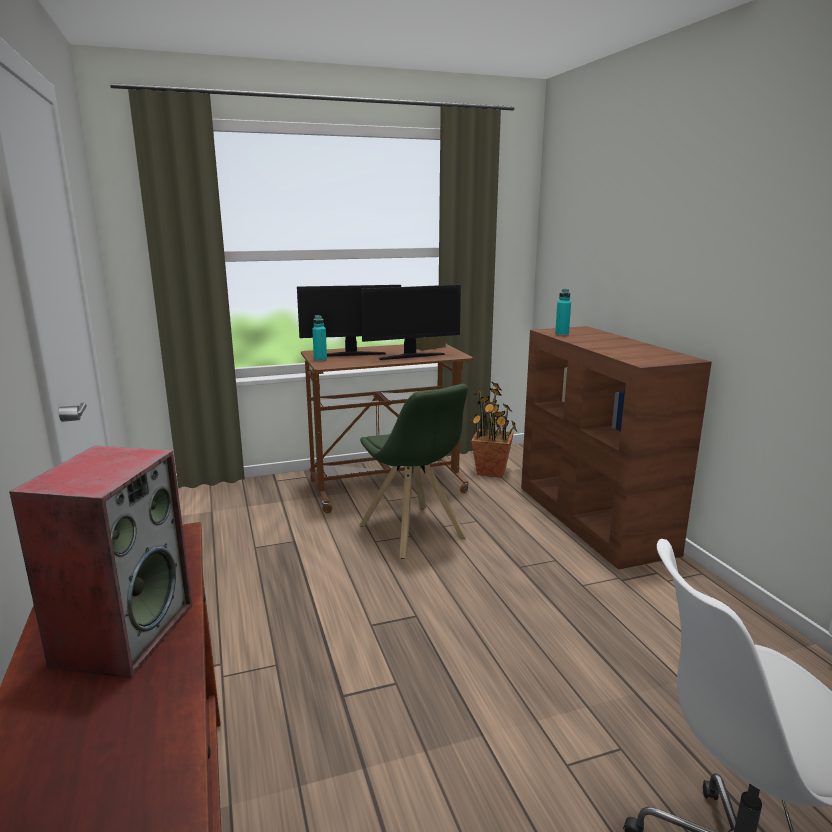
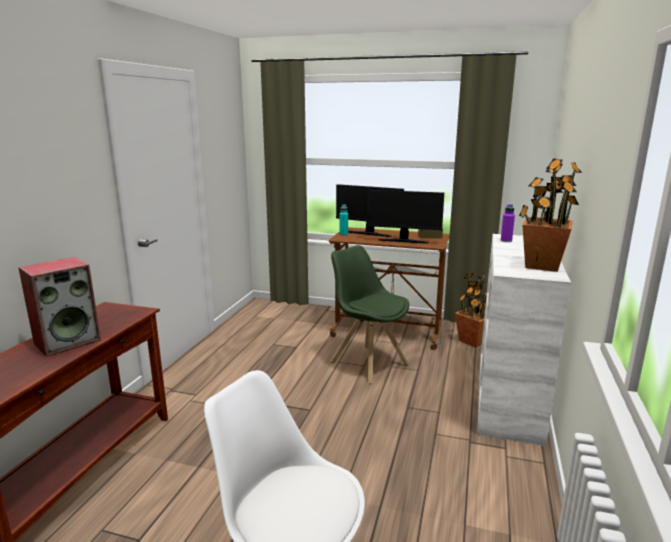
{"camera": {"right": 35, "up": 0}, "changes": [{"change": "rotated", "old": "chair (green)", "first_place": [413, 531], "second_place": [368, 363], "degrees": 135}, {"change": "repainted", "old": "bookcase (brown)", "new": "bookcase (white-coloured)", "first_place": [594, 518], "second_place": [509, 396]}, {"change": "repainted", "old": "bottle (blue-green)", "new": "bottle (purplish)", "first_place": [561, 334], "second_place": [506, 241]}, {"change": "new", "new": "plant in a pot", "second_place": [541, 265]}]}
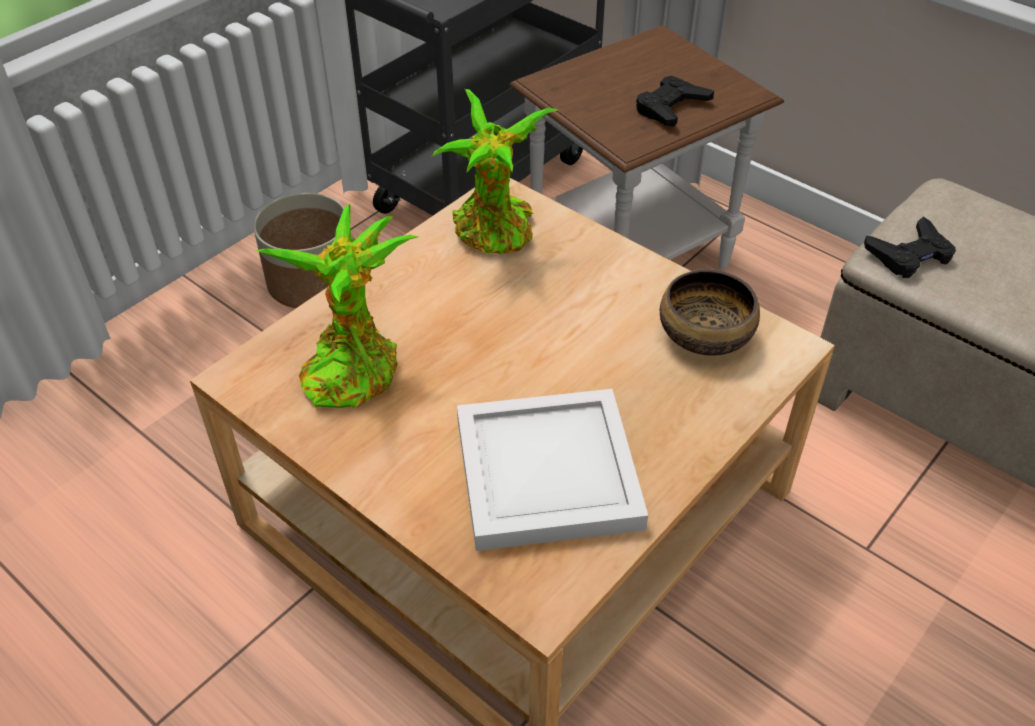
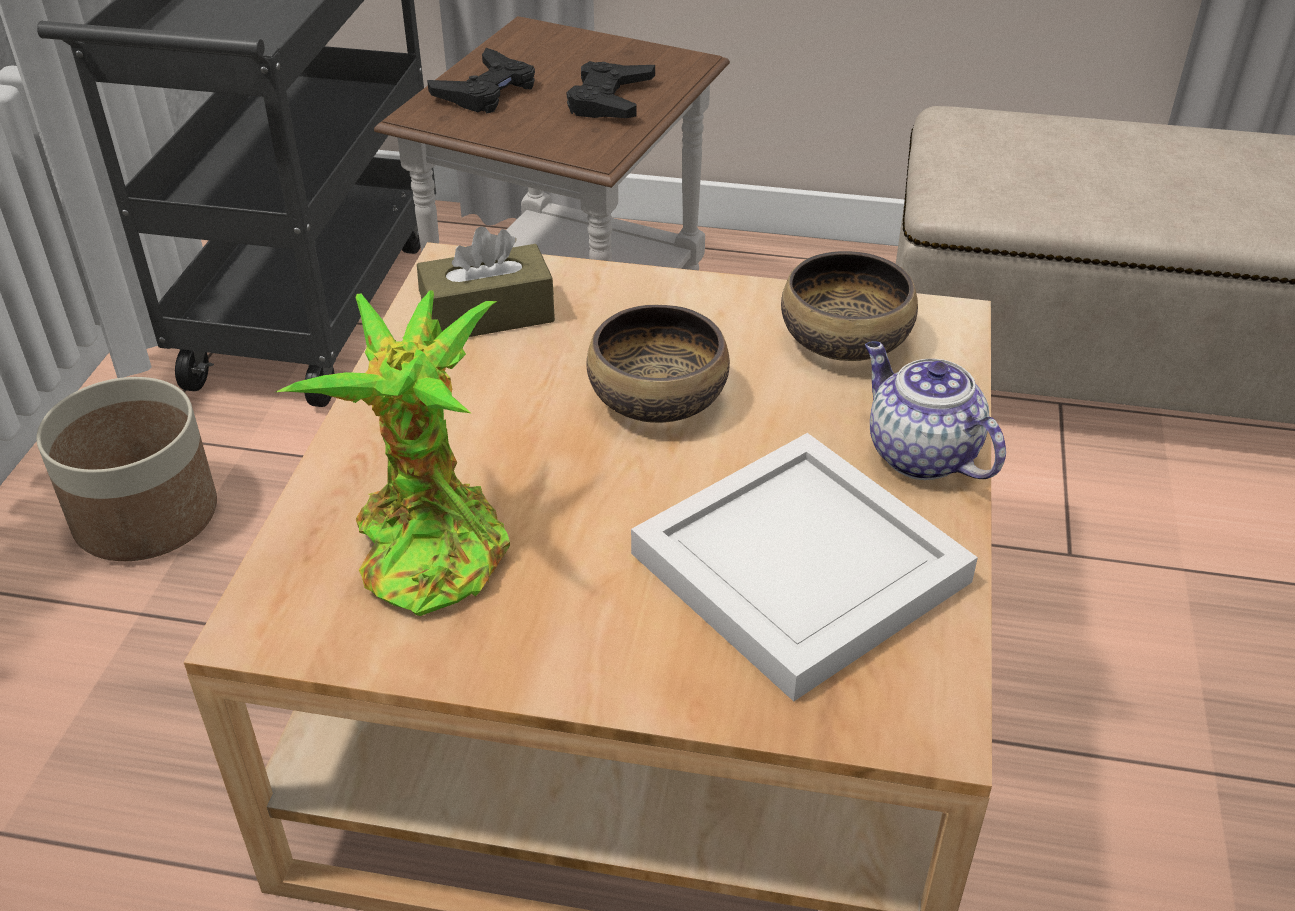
{"camera": {"right": -30, "up": -5}, "changes": [{"change": "swapped", "old": "plant in a pot", "new": "tissue box (brown)", "first_place": [495, 234], "second_place": [488, 315]}, {"change": "shifted", "old": "joypad (blackish)", "first_place": [909, 255], "second_place": [486, 91]}, {"change": "new", "new": "serving bowl", "second_place": [656, 398]}, {"change": "new", "new": "tea pot", "second_place": [919, 454]}]}
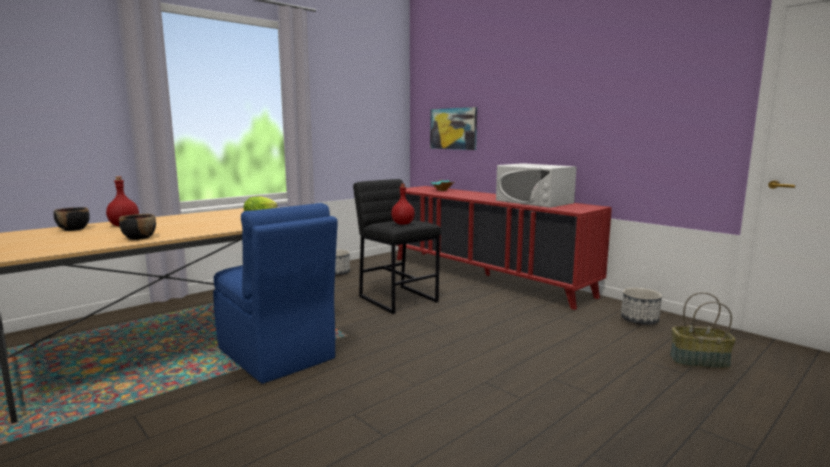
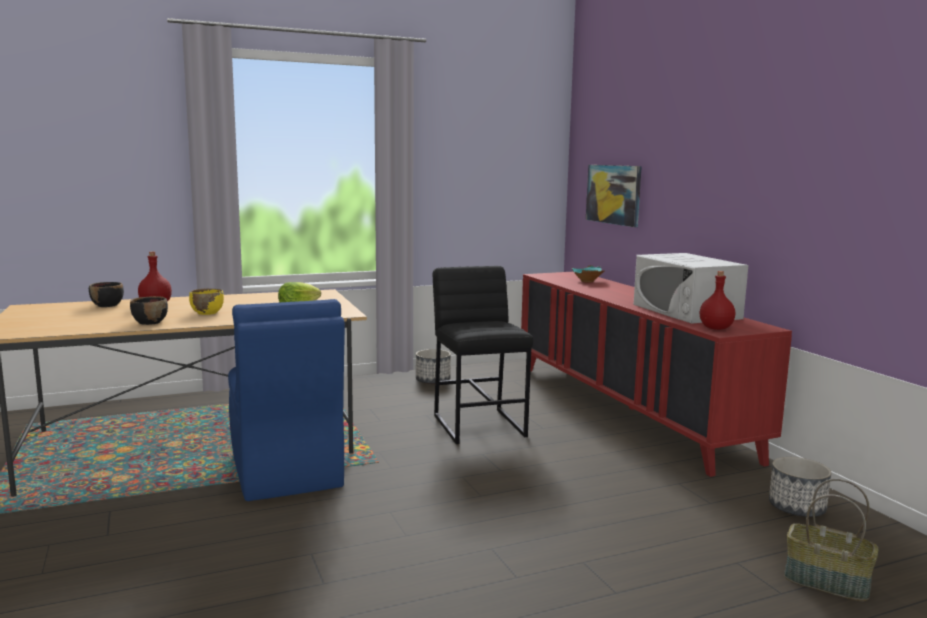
{"camera": {"right": 20, "up": 0}, "changes": [{"change": "shifted", "old": "bottle (reddish)", "first_place": [402, 224], "second_place": [715, 328]}, {"change": "new", "new": "serving bowl (yellowish)", "second_place": [207, 313]}]}
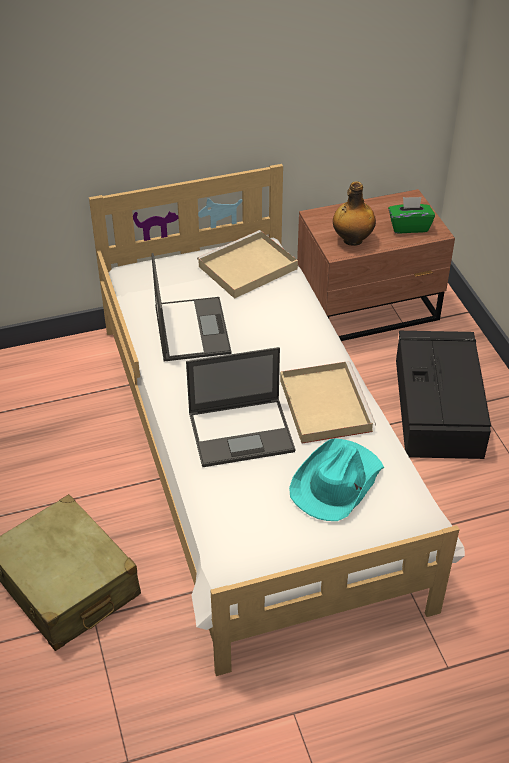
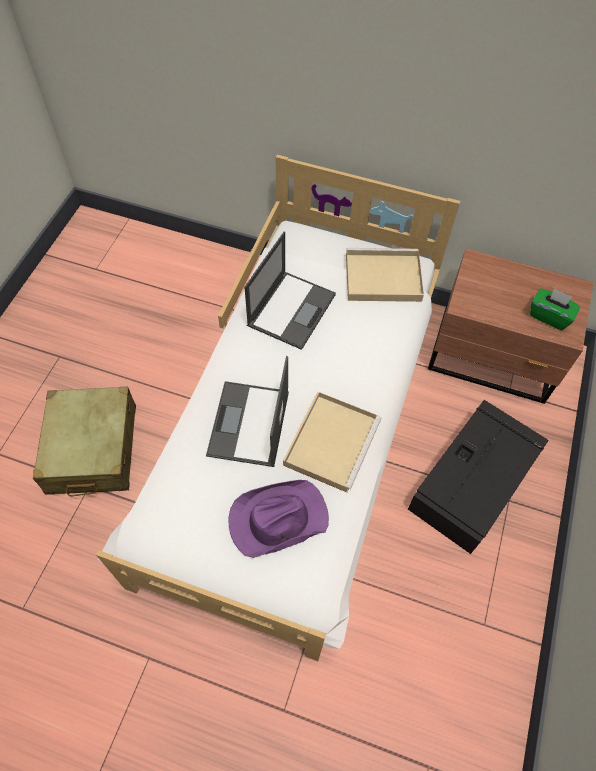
{"camera": {"right": 35, "up": 15}, "changes": [{"change": "rotated", "old": "laptop", "first_place": [242, 432], "second_place": [249, 425], "degrees": 75}, {"change": "repainted", "old": "hat (blue-green)", "new": "hat (purplish)", "first_place": [336, 483], "second_place": [277, 519]}, {"change": "gone", "old": "bottle", "first_place": [352, 240]}]}
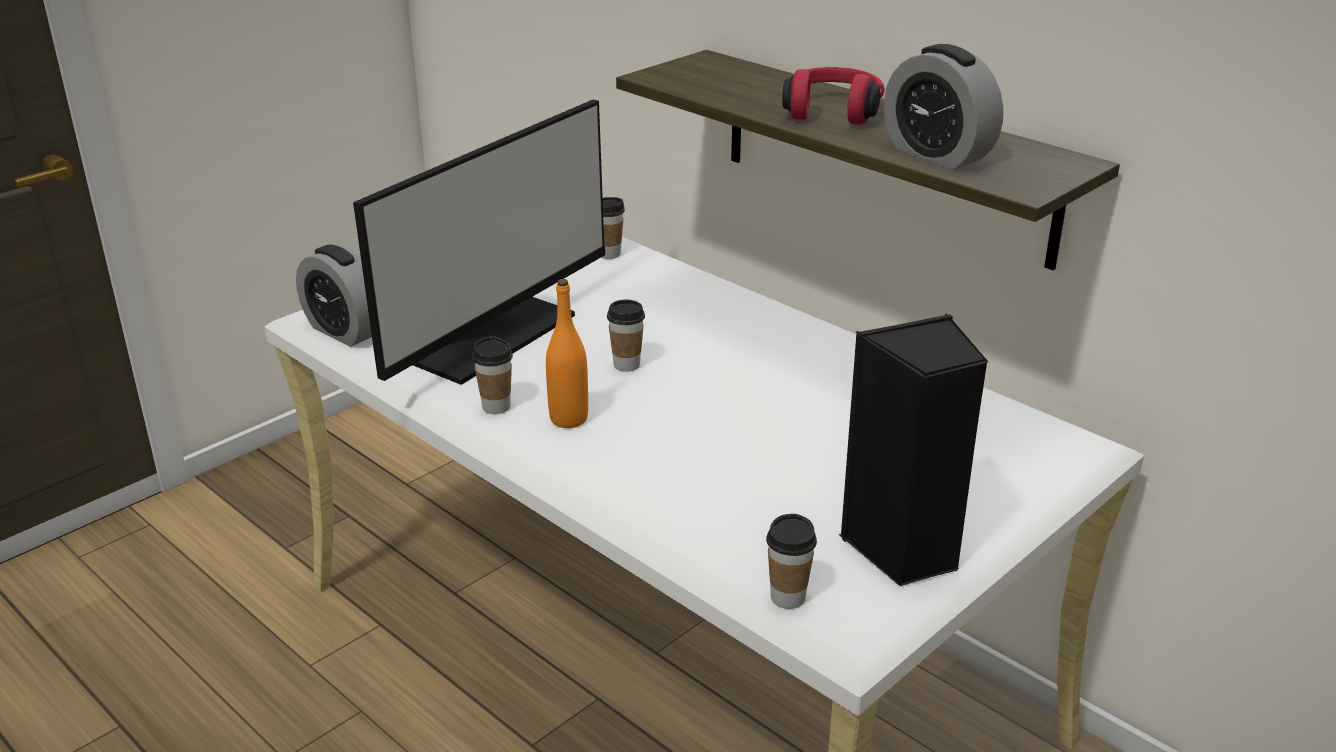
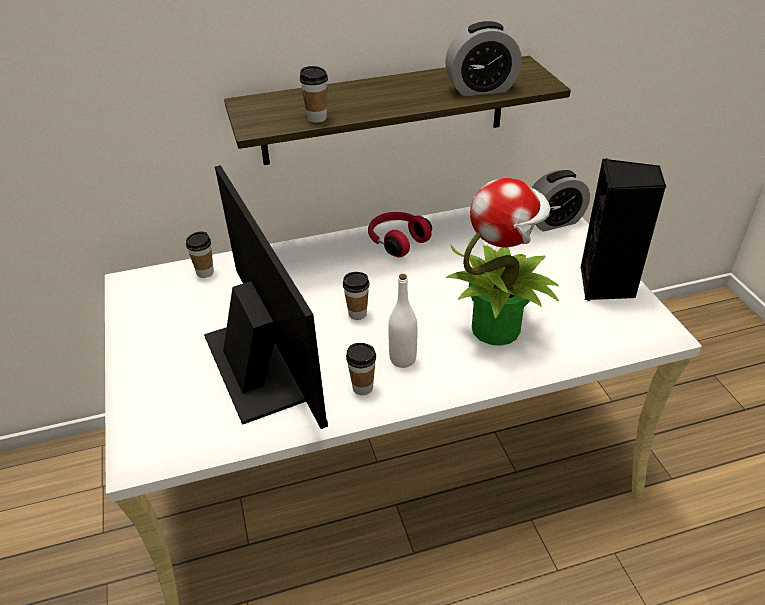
{"camera": {"right": -60, "up": 10}, "changes": [{"change": "shifted", "old": "bedside clock", "first_place": [345, 331], "second_place": [554, 222]}, {"change": "repainted", "old": "bottle (orangey)", "new": "bottle (white-coloured)", "first_place": [568, 419], "second_place": [402, 359]}, {"change": "shifted", "old": "small cup", "first_place": [788, 597], "second_place": [317, 118]}, {"change": "shifted", "old": "pair of headphones (reddish)", "first_place": [833, 112], "second_place": [397, 241]}, {"change": "new", "new": "plant in a pot", "second_place": [496, 327]}]}
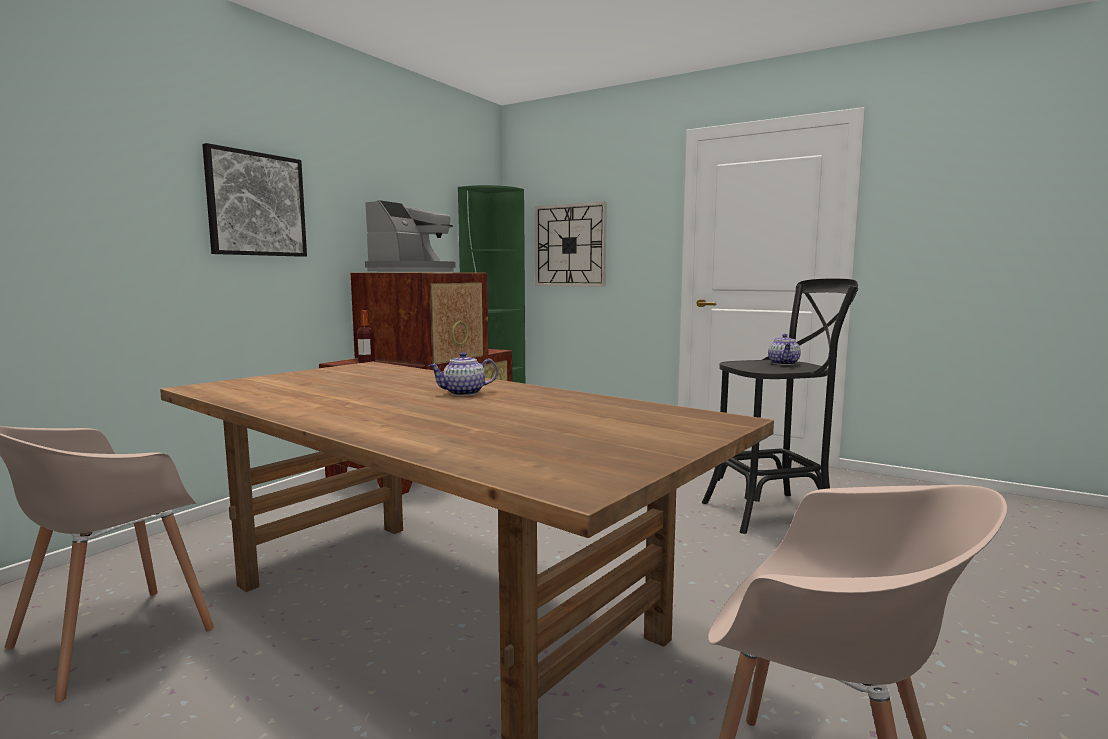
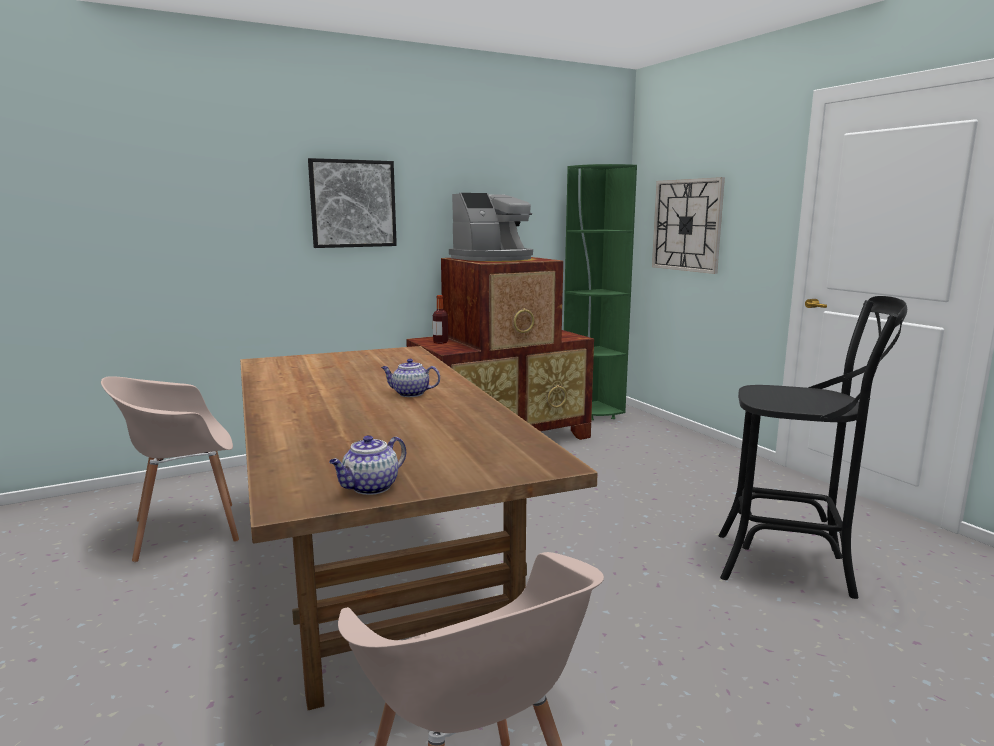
{"camera": {"right": 30, "up": 5}, "changes": [{"change": "shifted", "old": "tea pot", "first_place": [784, 363], "second_place": [370, 488]}]}
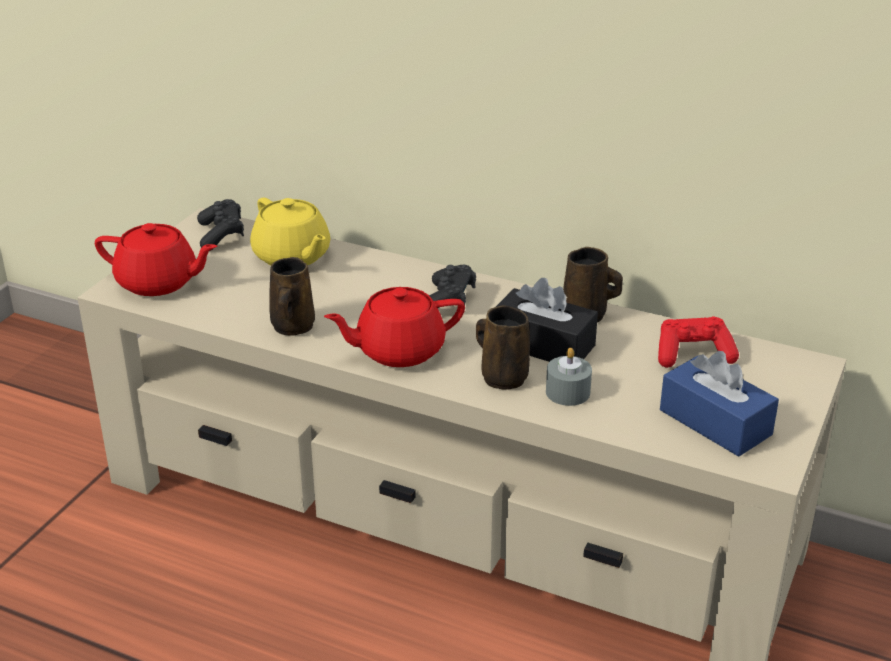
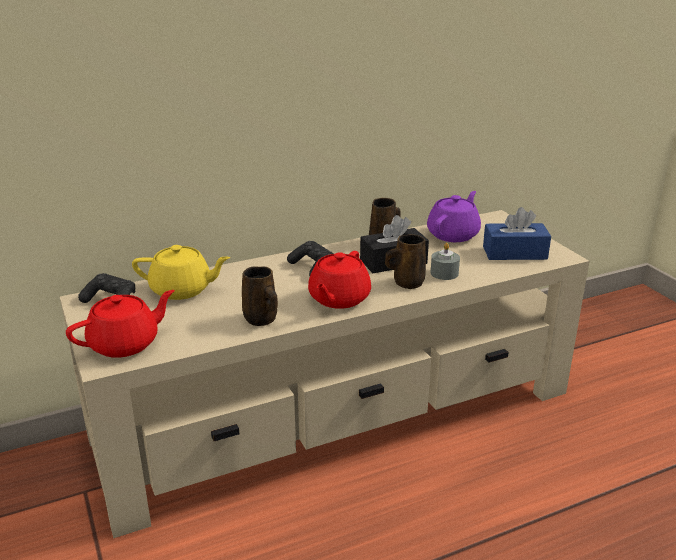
{"camera": {"right": -50, "up": -5}, "changes": [{"change": "swapped", "old": "joypad (reddish)", "new": "tea pot (purplish)", "first_place": [693, 354], "second_place": [453, 234]}]}
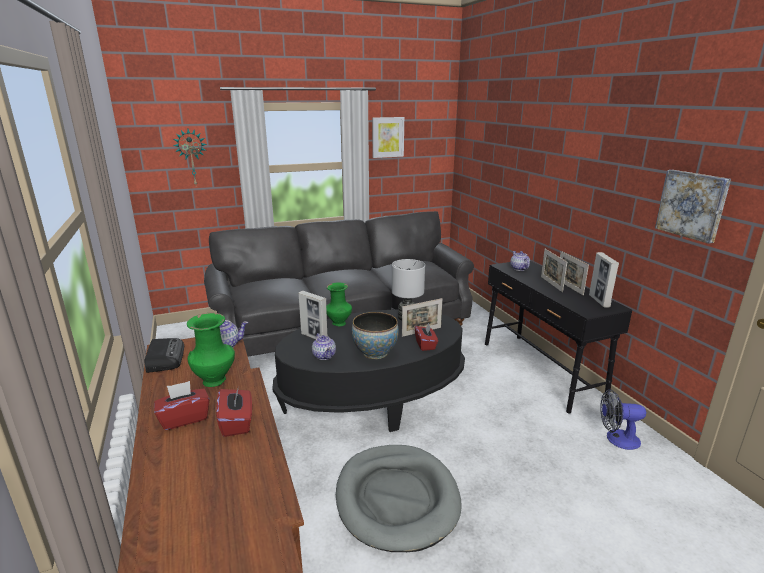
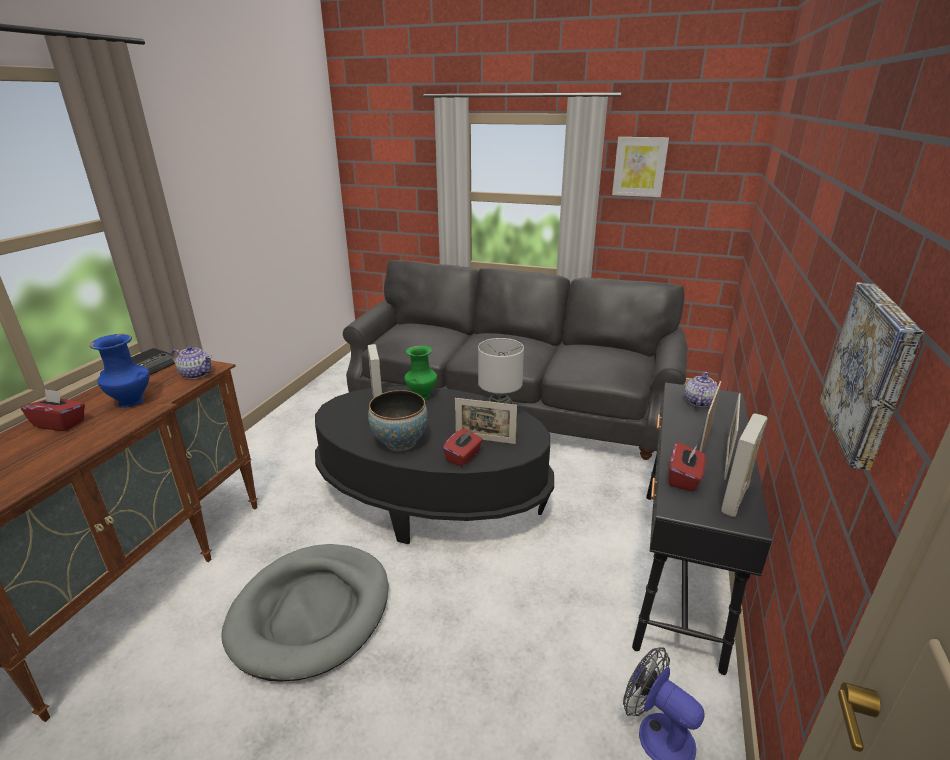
{"camera": {"right": 40, "up": 5}, "changes": [{"change": "gone", "old": "hanging clock", "first_place": [191, 157]}, {"change": "repainted", "old": "vase (green)", "new": "vase (blue)", "first_place": [215, 380], "second_place": [132, 402]}, {"change": "shifted", "old": "tissue box (reddish)", "first_place": [237, 423], "second_place": [684, 478]}, {"change": "gone", "old": "tea pot", "first_place": [324, 355]}]}
